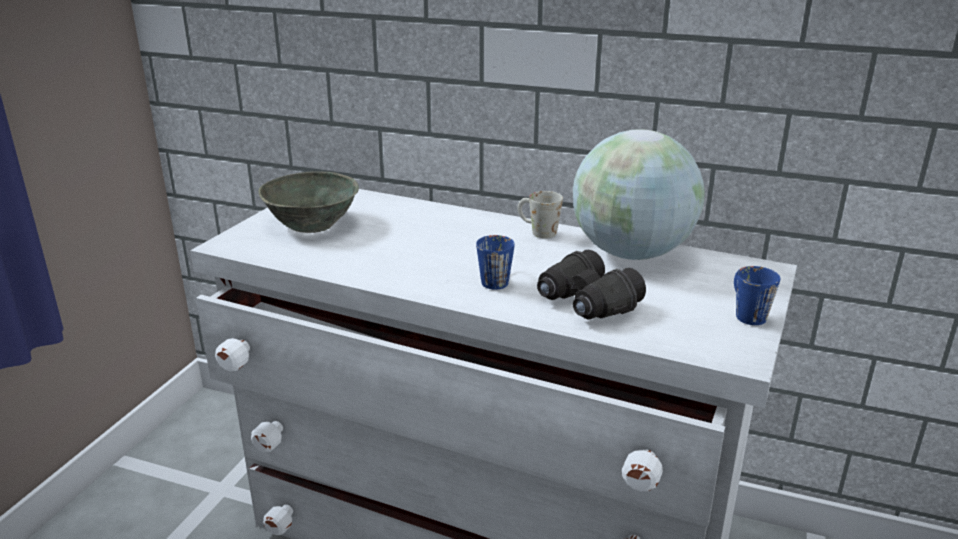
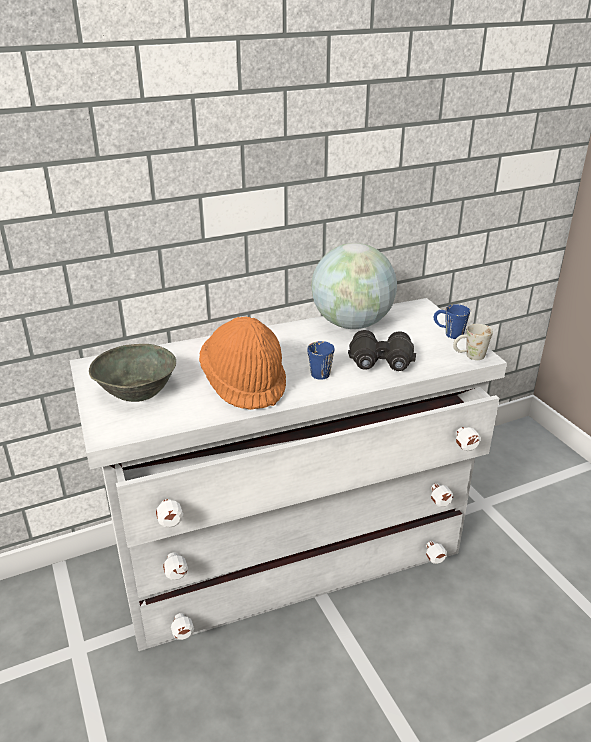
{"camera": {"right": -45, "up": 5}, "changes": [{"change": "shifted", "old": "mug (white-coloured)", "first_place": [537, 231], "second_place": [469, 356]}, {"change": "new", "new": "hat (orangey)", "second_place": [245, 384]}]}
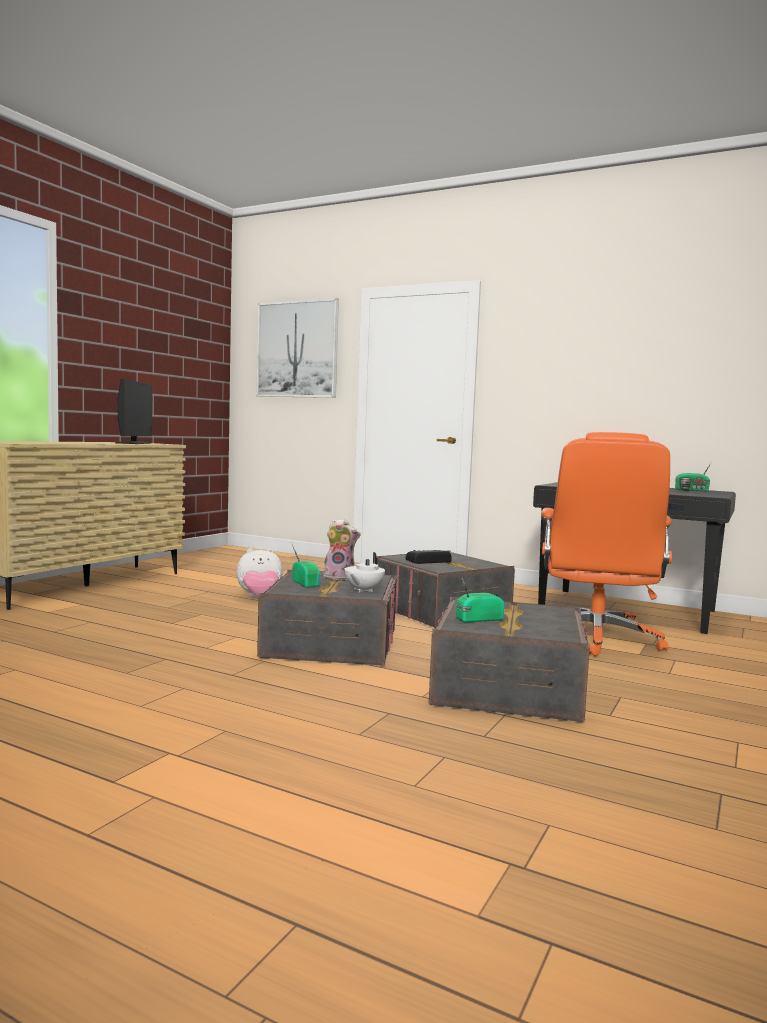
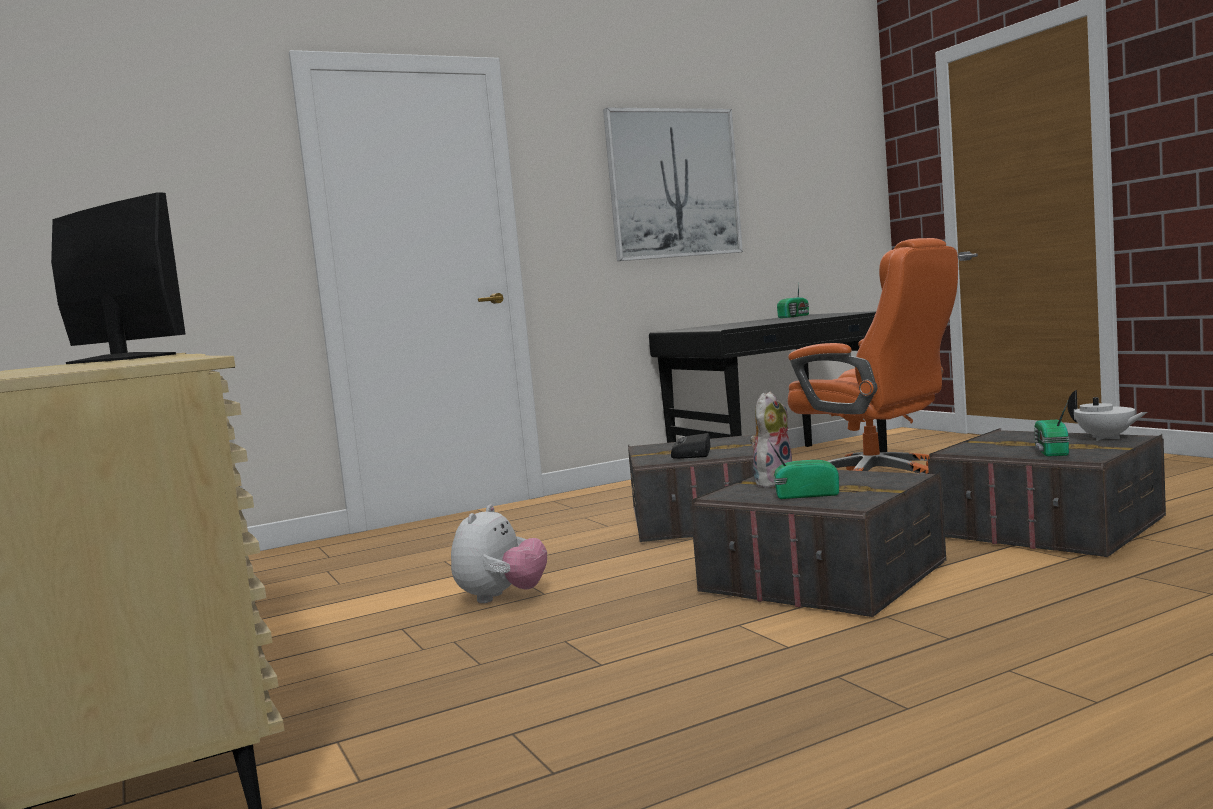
{"camera": {"right": -55, "up": 0}, "changes": [{"change": "shifted", "old": "wall picture", "first_place": [297, 349], "second_place": [673, 183]}, {"change": "shifted", "old": "tea pot (white-coloured)", "first_place": [363, 590], "second_place": [1105, 438]}]}
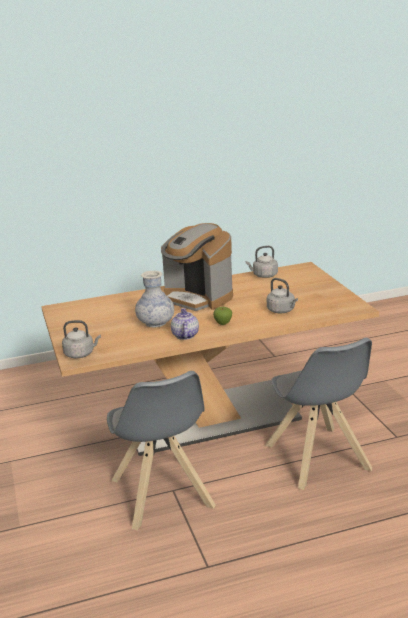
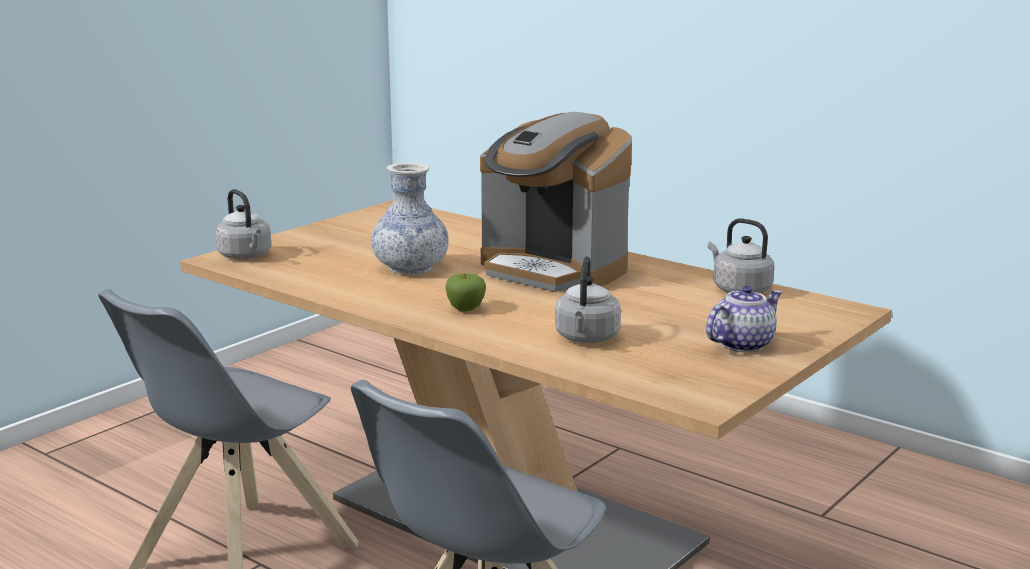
{"camera": {"right": 55, "up": -5}, "changes": [{"change": "rotated", "old": "coffee brewer", "first_place": [198, 298], "second_place": [553, 270], "degrees": -60}, {"change": "shifted", "old": "tea pot", "first_place": [184, 335], "second_place": [742, 344]}]}
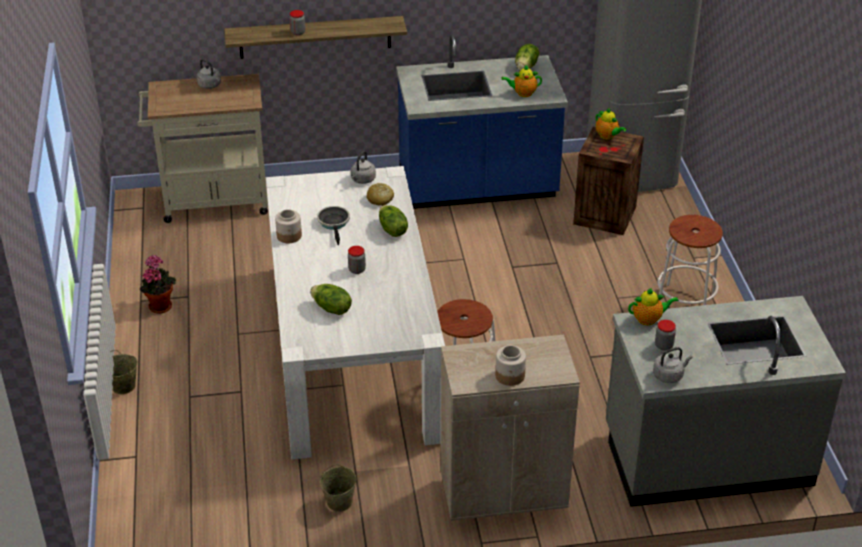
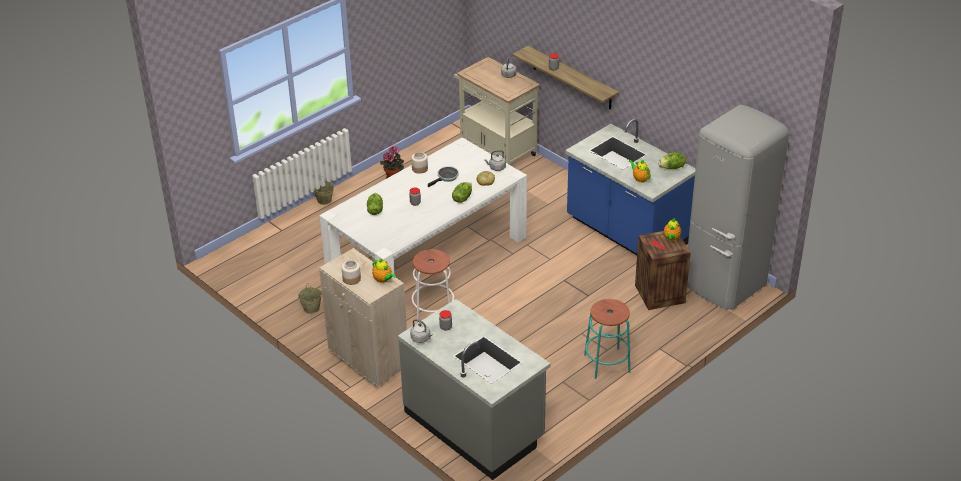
{"camera": {"right": 55, "up": 0}, "changes": [{"change": "shifted", "old": "tea pot", "first_place": [649, 319], "second_place": [383, 280]}, {"change": "repainted", "old": "stool (white-coloured)", "new": "stool (blue-green)", "first_place": [685, 304], "second_place": [607, 363]}]}
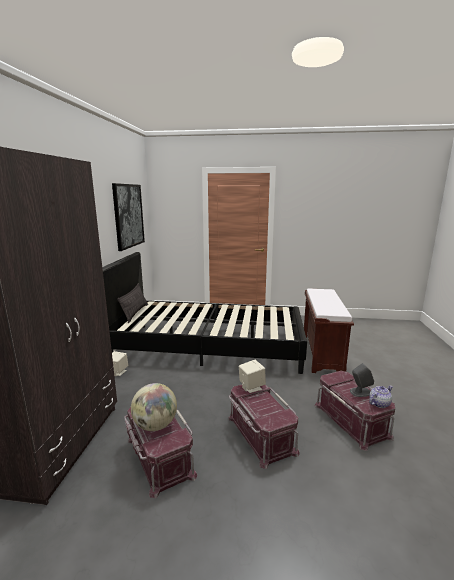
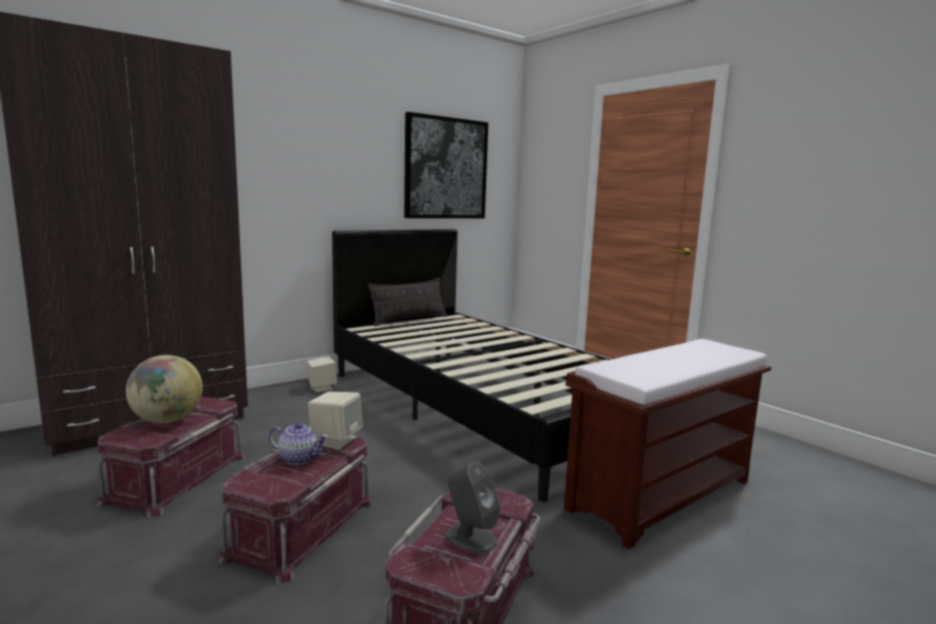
{"camera": {"right": 45, "up": -5}, "changes": [{"change": "shifted", "old": "tea pot", "first_place": [379, 403], "second_place": [299, 458]}]}
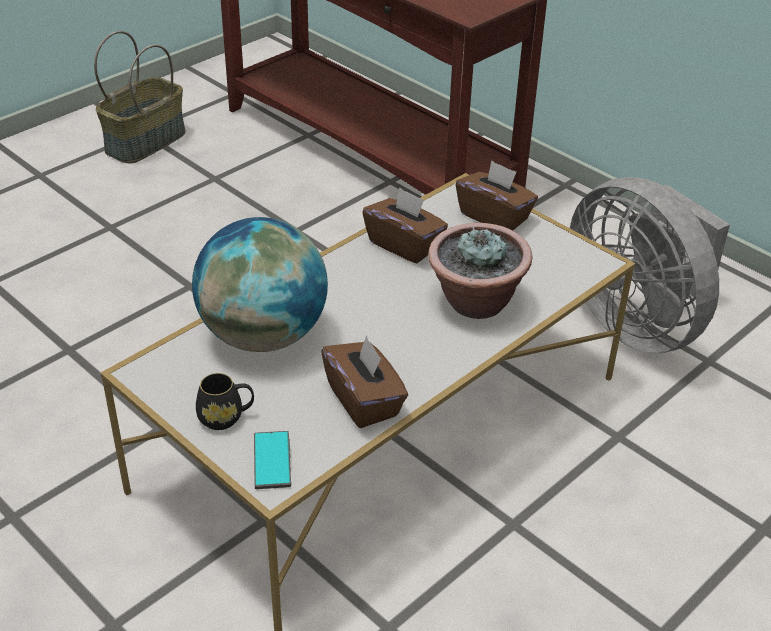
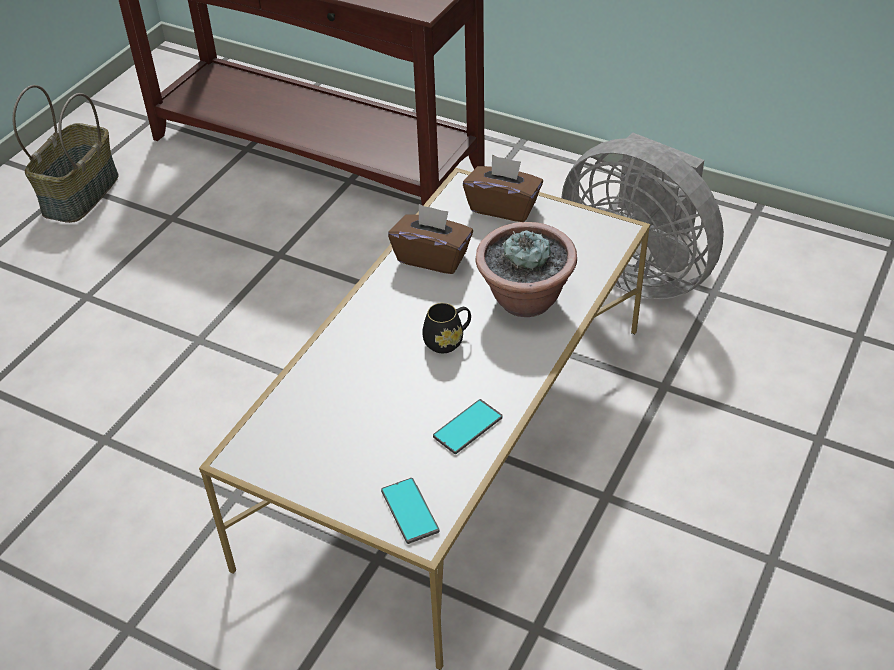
{"camera": {"right": -15, "up": 5}, "changes": [{"change": "gone", "old": "globe", "first_place": [264, 335]}, {"change": "shifted", "old": "mug (blackish)", "first_place": [226, 417], "second_place": [448, 340]}, {"change": "swapped", "old": "tissue box (brown)", "new": "handset", "first_place": [364, 401], "second_place": [467, 427]}]}
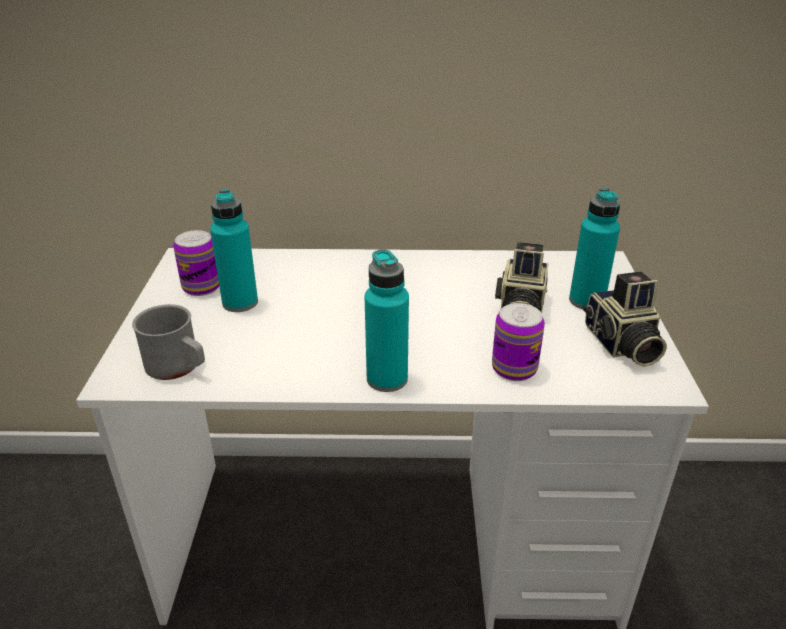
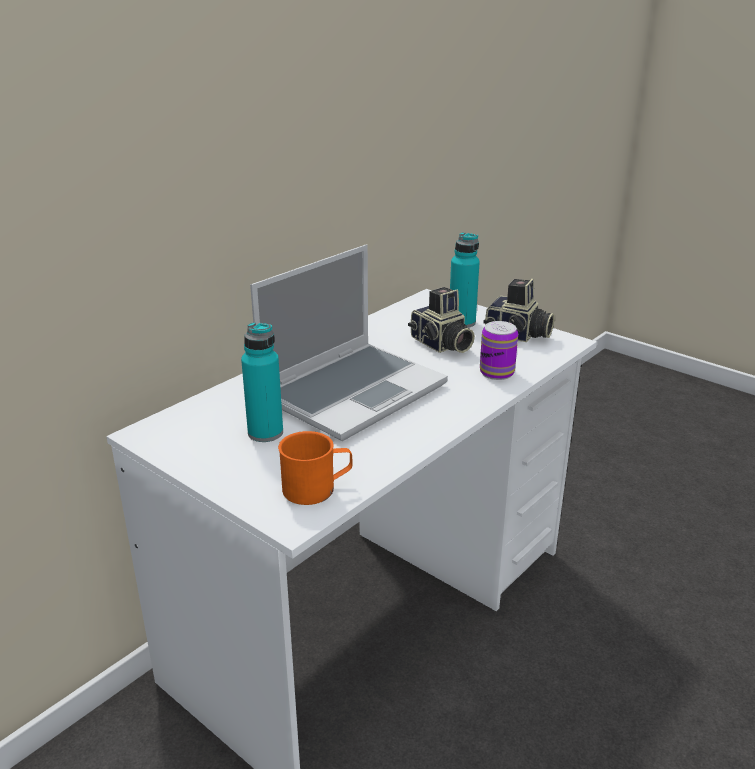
{"camera": {"right": -50, "up": -5}, "changes": [{"change": "repainted", "old": "mug (greyish)", "new": "mug (orangey)", "first_place": [178, 367], "second_place": [317, 488]}, {"change": "gone", "old": "sealed can", "first_place": [201, 287]}, {"change": "gone", "old": "bottle (blue-green)", "first_place": [387, 379]}, {"change": "new", "new": "laptop", "second_place": [353, 391]}]}
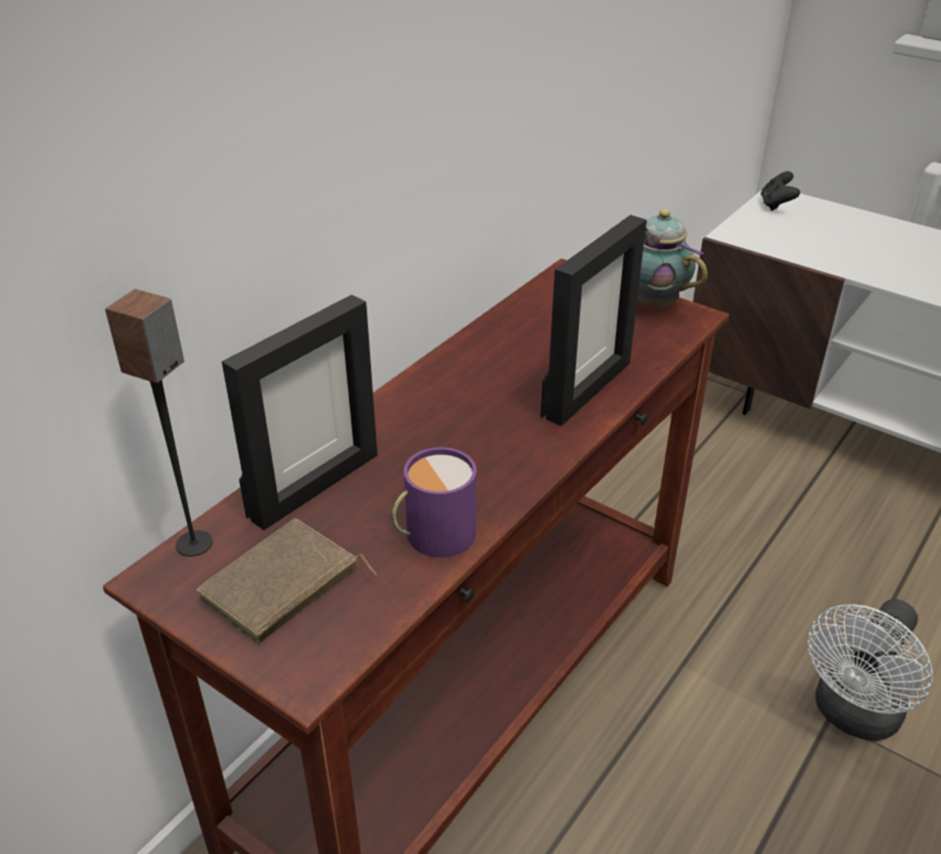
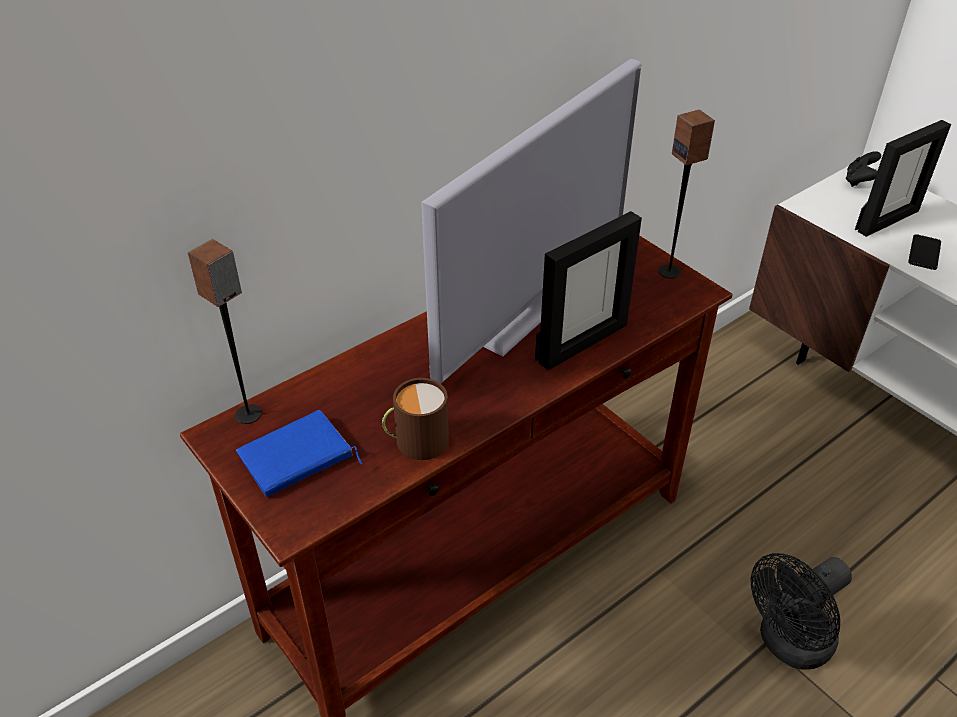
{"camera": {"right": 15, "up": 5}, "changes": [{"change": "repainted", "old": "book (brown)", "new": "book (blue)", "first_place": [283, 588], "second_place": [297, 460]}, {"change": "shifted", "old": "photo frame", "first_place": [314, 485], "second_place": [887, 220]}, {"change": "repainted", "old": "mug (purplish)", "new": "mug (brown)", "first_place": [433, 534], "second_place": [416, 440]}, {"change": "swapped", "old": "tea pot", "new": "audio speaker", "first_place": [650, 301], "second_place": [669, 271]}, {"change": "repainted", "old": "fan (white-coloured)", "new": "fan (blackish)", "first_place": [852, 716], "second_place": [788, 644]}, {"change": "new", "new": "television", "second_place": [525, 304]}, {"change": "new", "new": "handset", "second_place": [924, 253]}]}
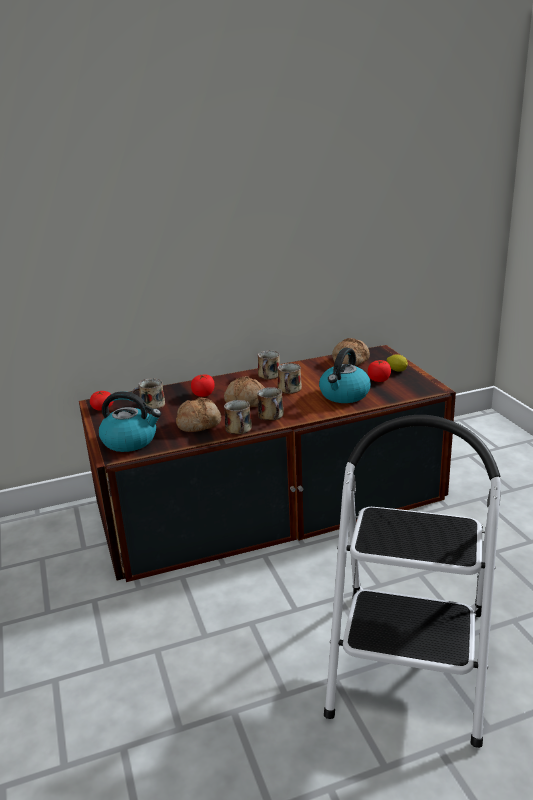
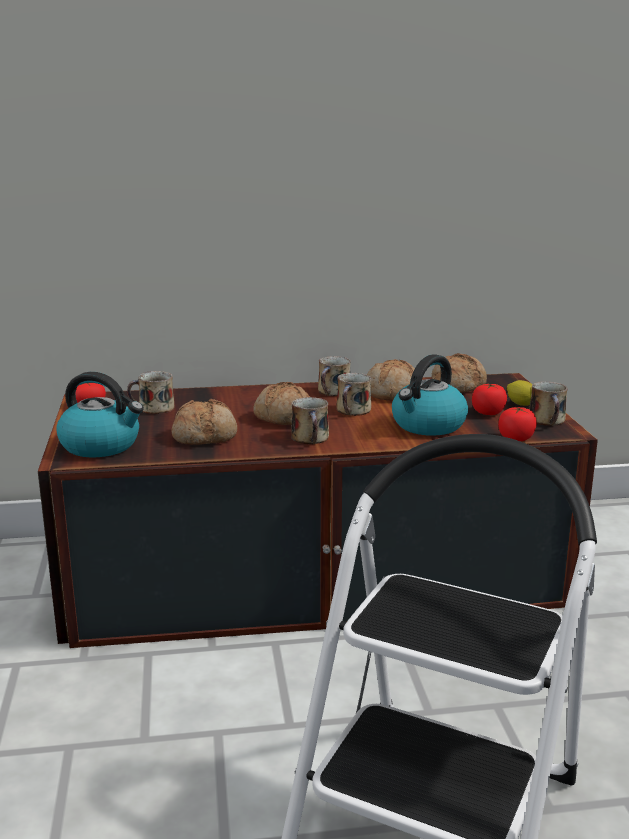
{"camera": {"right": 10, "up": -5}, "changes": [{"change": "shifted", "old": "fresh tomato", "first_place": [203, 394], "second_place": [516, 438]}, {"change": "shifted", "old": "mug", "first_place": [239, 429], "second_place": [547, 420]}, {"change": "new", "new": "bakery bread", "second_place": [393, 393]}]}
